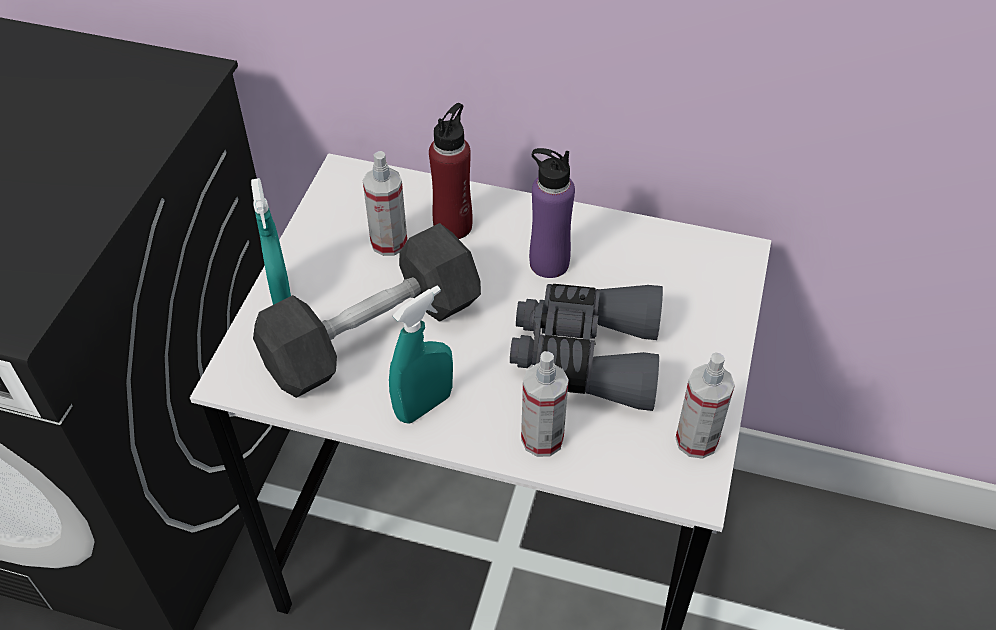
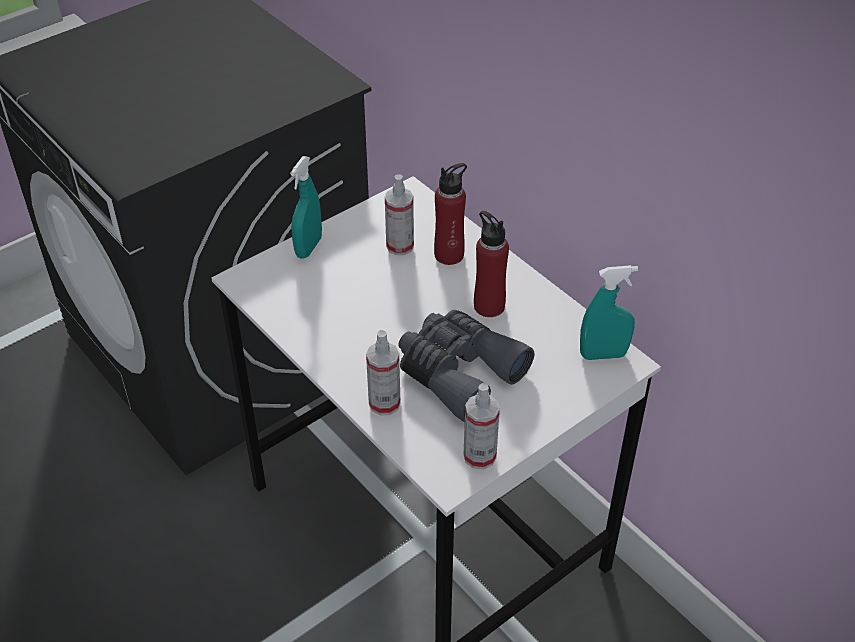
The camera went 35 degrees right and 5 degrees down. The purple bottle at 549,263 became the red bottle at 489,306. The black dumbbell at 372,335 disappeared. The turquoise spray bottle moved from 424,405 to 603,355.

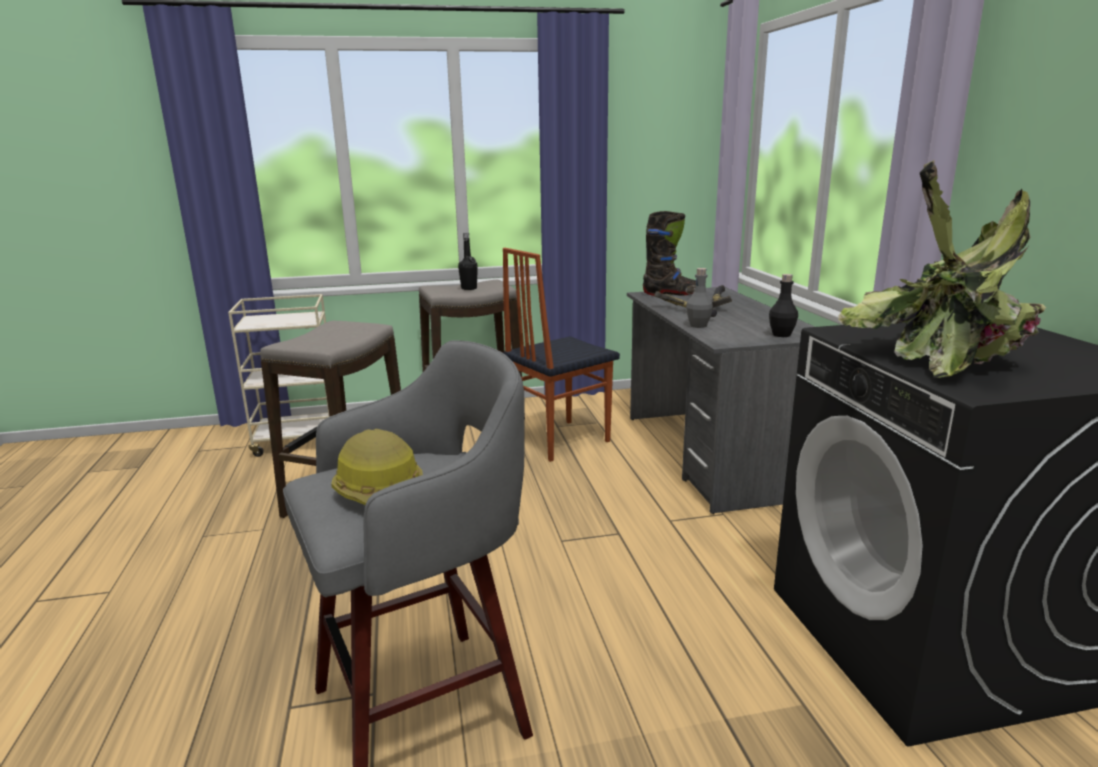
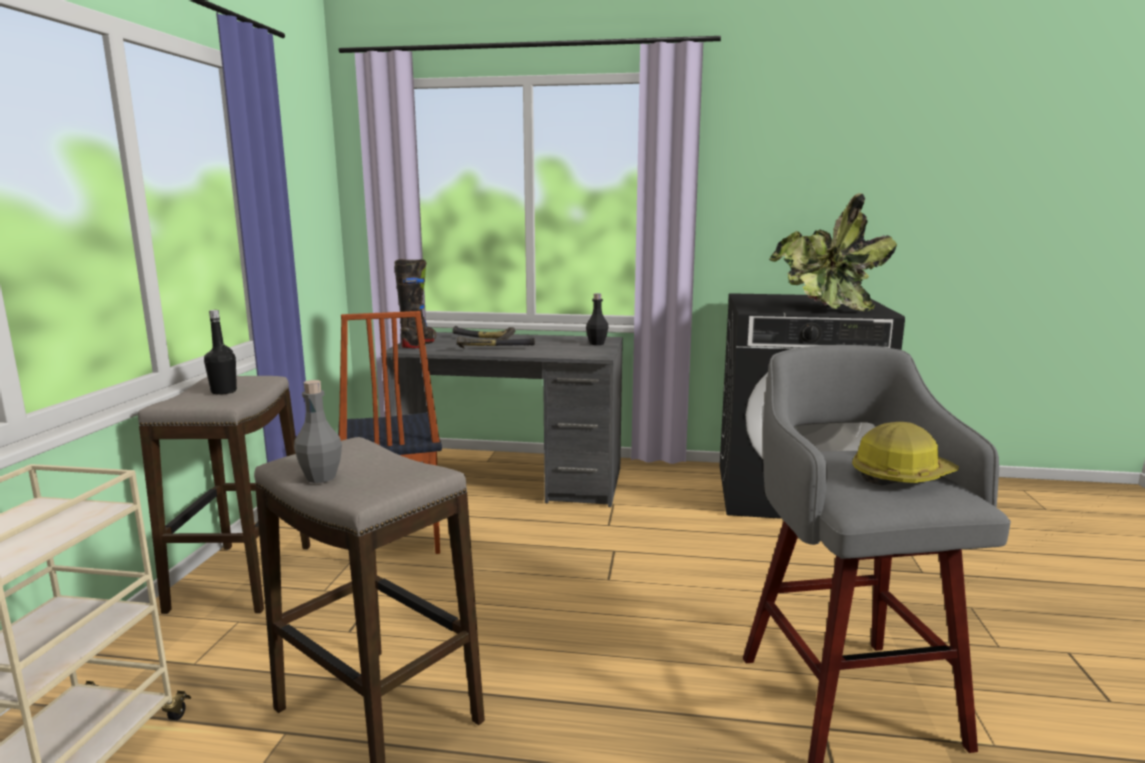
The camera went 70 degrees left and 5 degrees down. The grey bottle moved from 698,325 to 321,477.

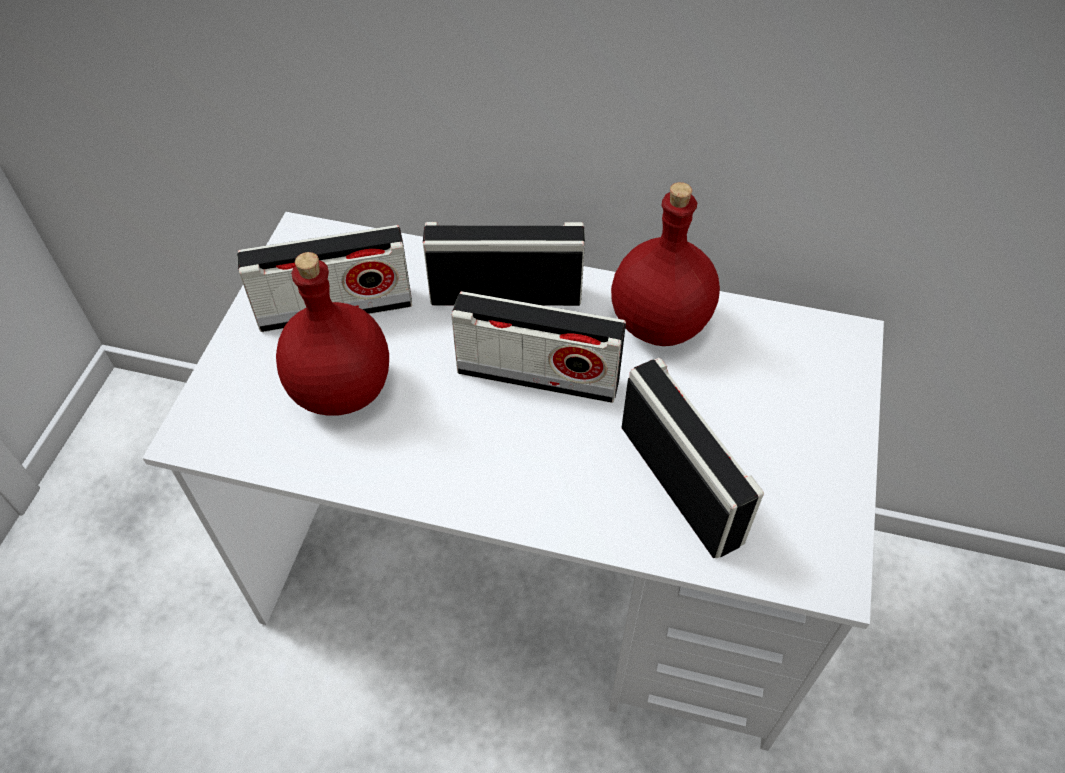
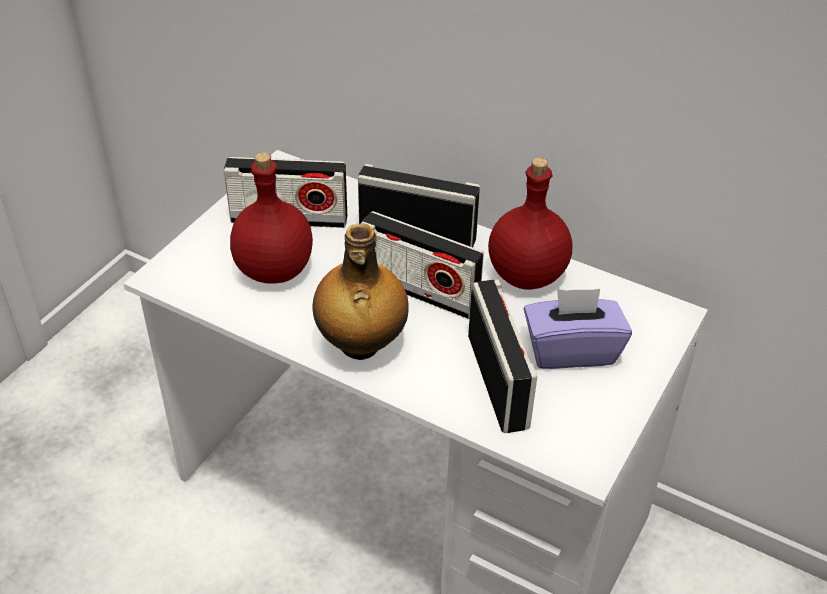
The camera went 15 degrees right and 10 degrees down. The bottle at 360,345 appeared. The purple tissue box at 571,350 appeared.

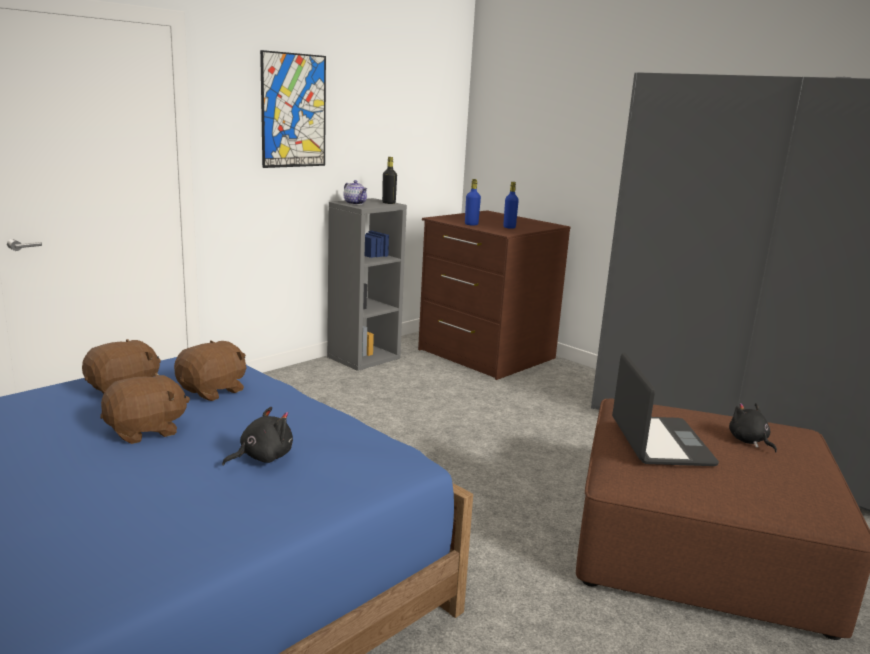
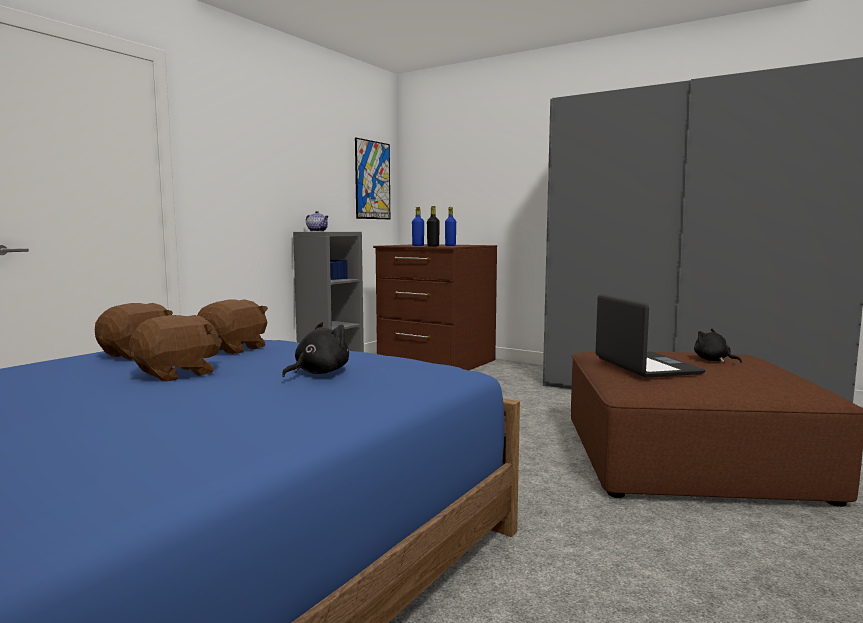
The camera went 10 degrees left and 10 degrees down. The picture moved from 293,111 to 372,180. The black bottle moved from 388,203 to 433,246.

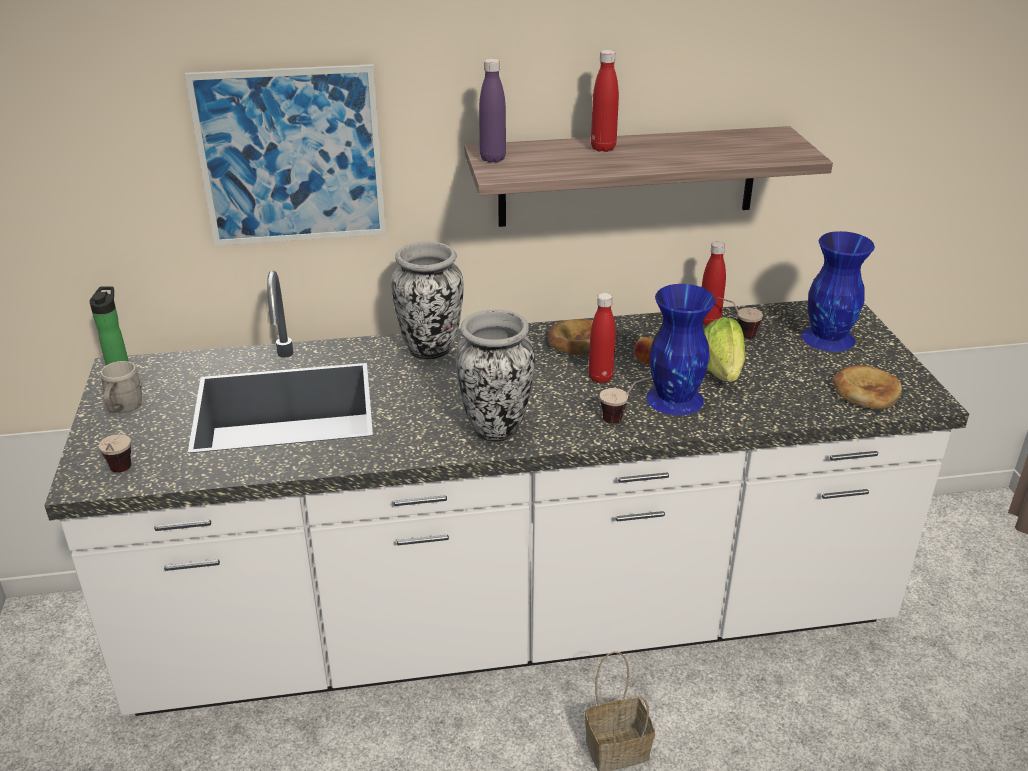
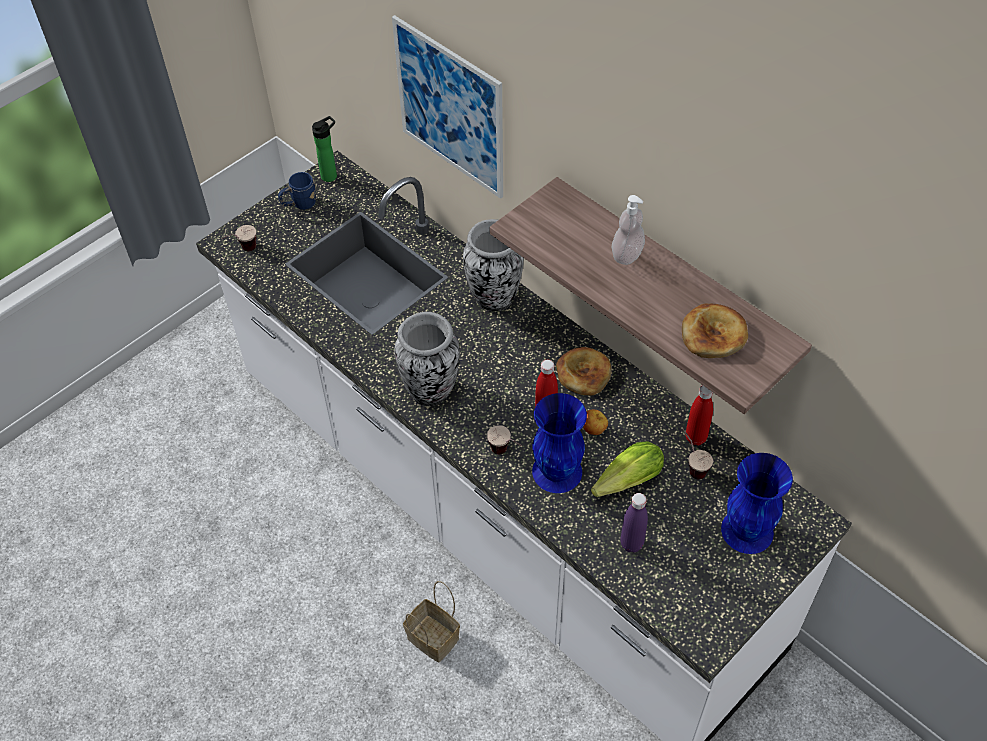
The camera went 55 degrees right and 20 degrees up. The red bottle at 603,148 was replaced by the soap dispenser at 627,254. The purple bottle moved from 492,159 to 631,544. The grey mug at 123,409 became the blue mug at 299,204. The bread moved from 865,391 to 713,334.

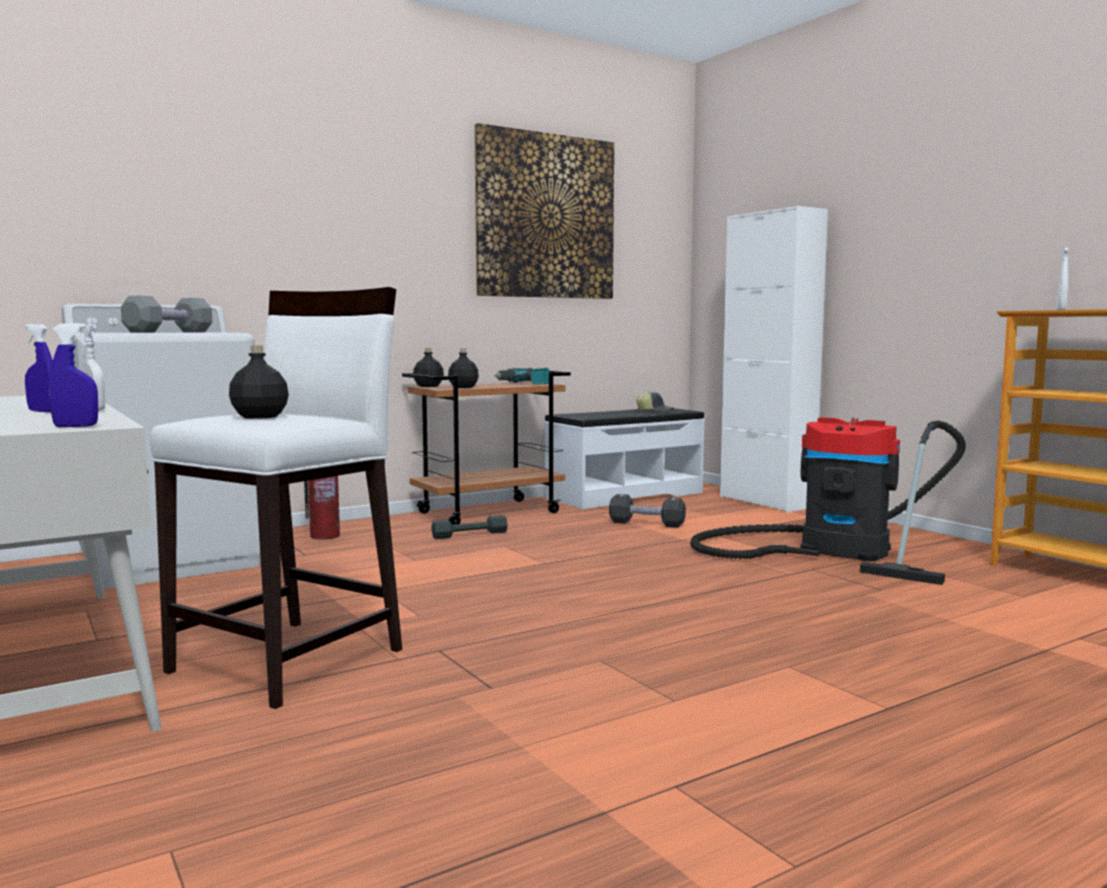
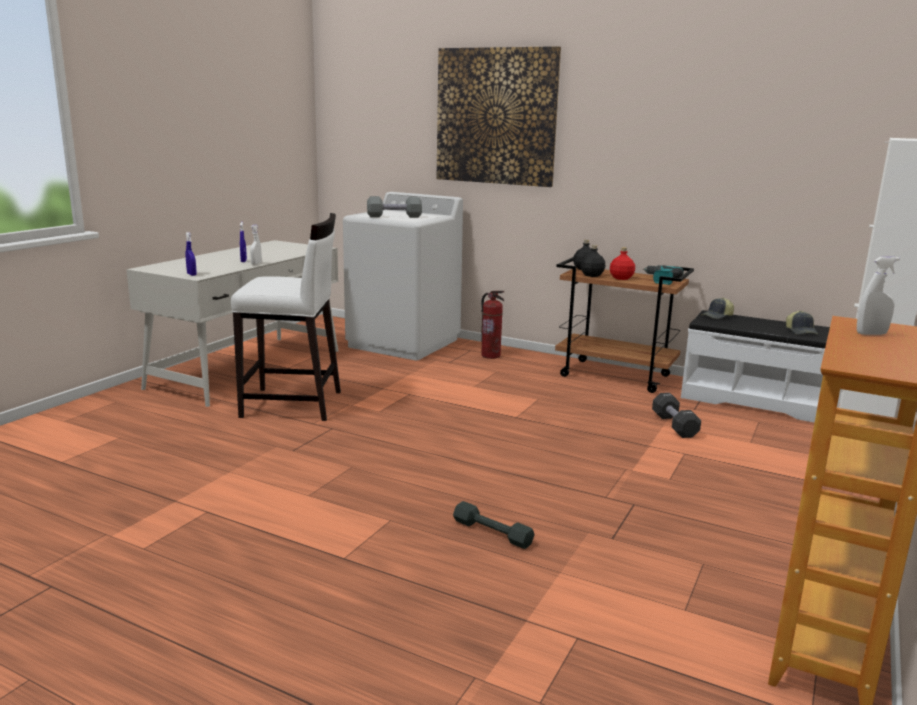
The camera went 60 degrees right and 10 degrees up. The picture moved from 545,216 to 496,116. The black bottle at 259,417 disappeared. The vacuum cleaner at 833,550 disappeared. The grey dumbbell moved from 469,534 to 492,532. The red bottle at 621,278 appeared. The cap at 717,316 appeared.

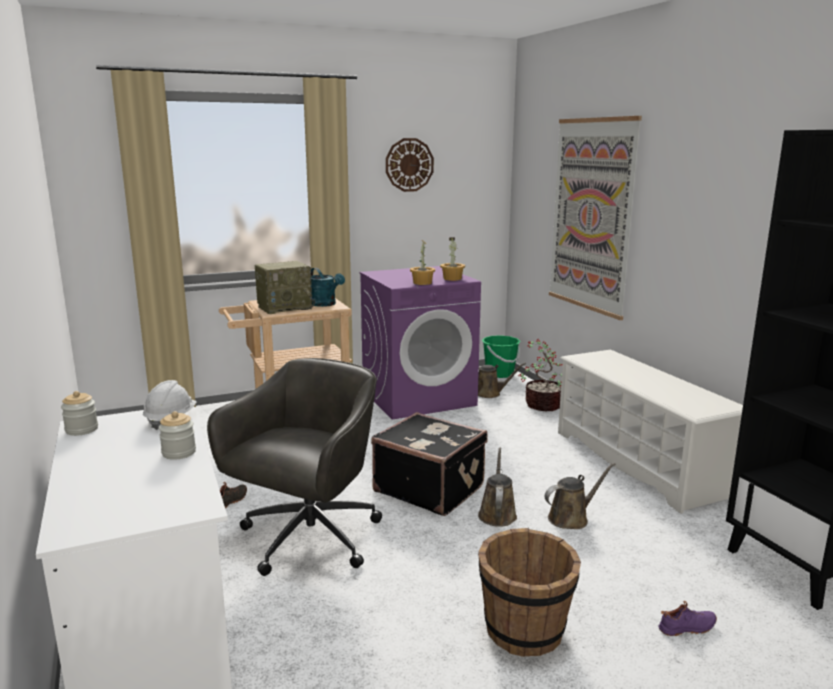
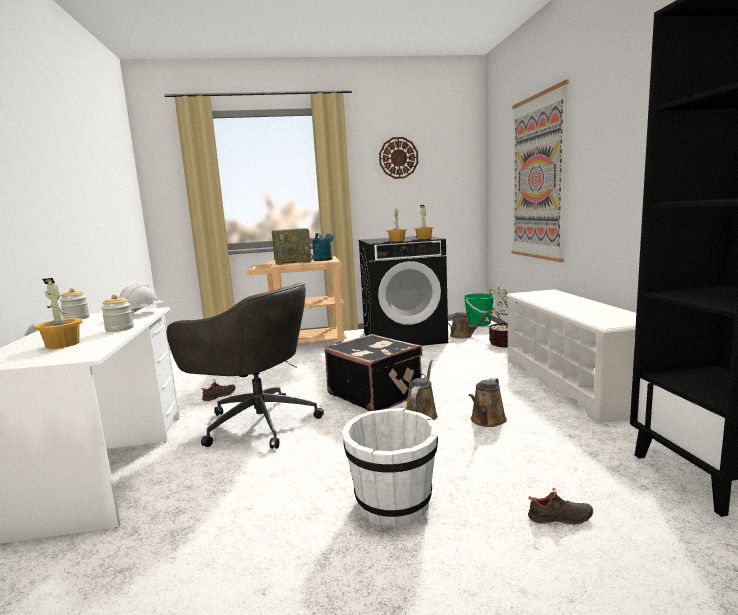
The camera went 15 degrees right and 5 degrees down. The purple washing machine at 419,397 became the black washing machine at 404,337. The grey office chair at 307,539 turned 75 degrees clockwise. The brown watering can at 571,518 turned 135 degrees clockwise. The brown bucket at 524,631 became the white bucket at 393,504. The purple shoe at 687,628 became the black shoe at 560,519. The potted plant at 62,344 appeared.

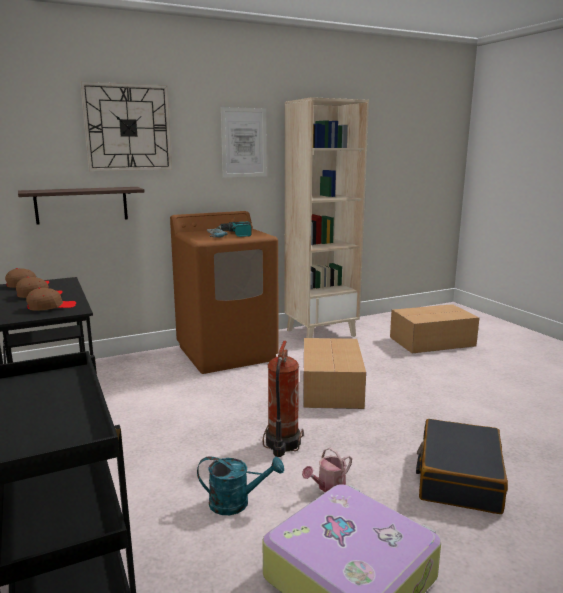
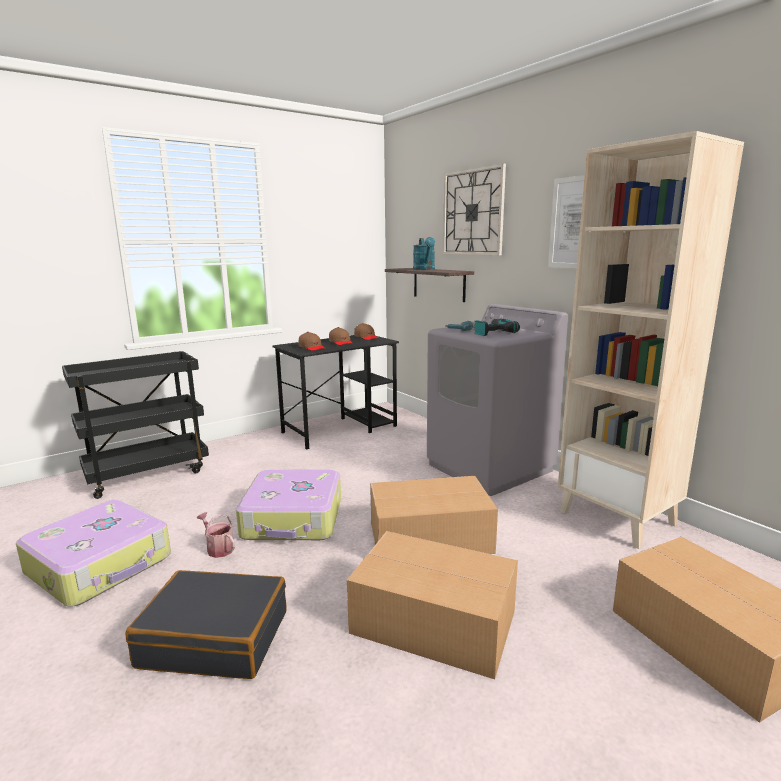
The camera went 80 degrees right and 0 degrees up. The brown washing machine at 227,353 became the grey washing machine at 490,467. The fire extinguisher at 281,444 was replaced by the suitcase at 294,519. The turquoise watering can moved from 237,503 to 425,269. The cardboard box at 435,623 appeared.

